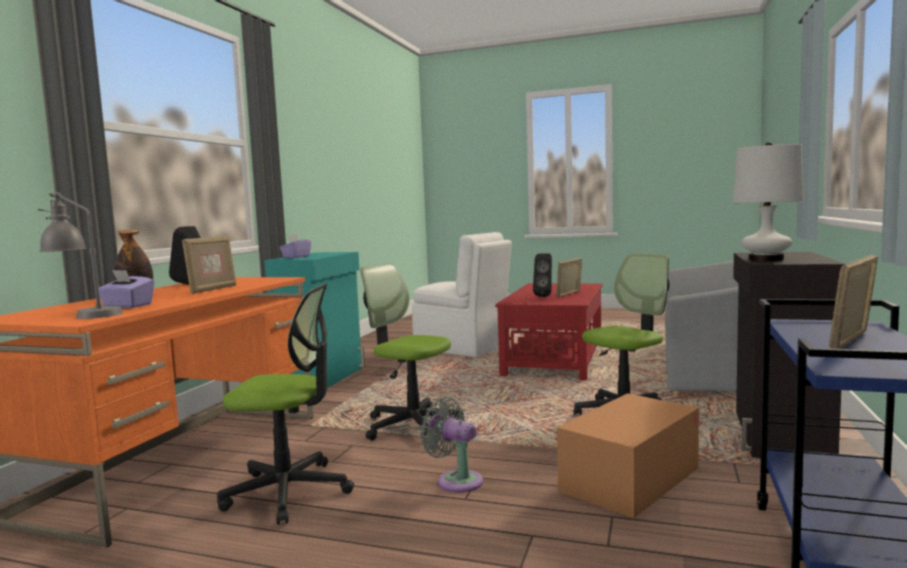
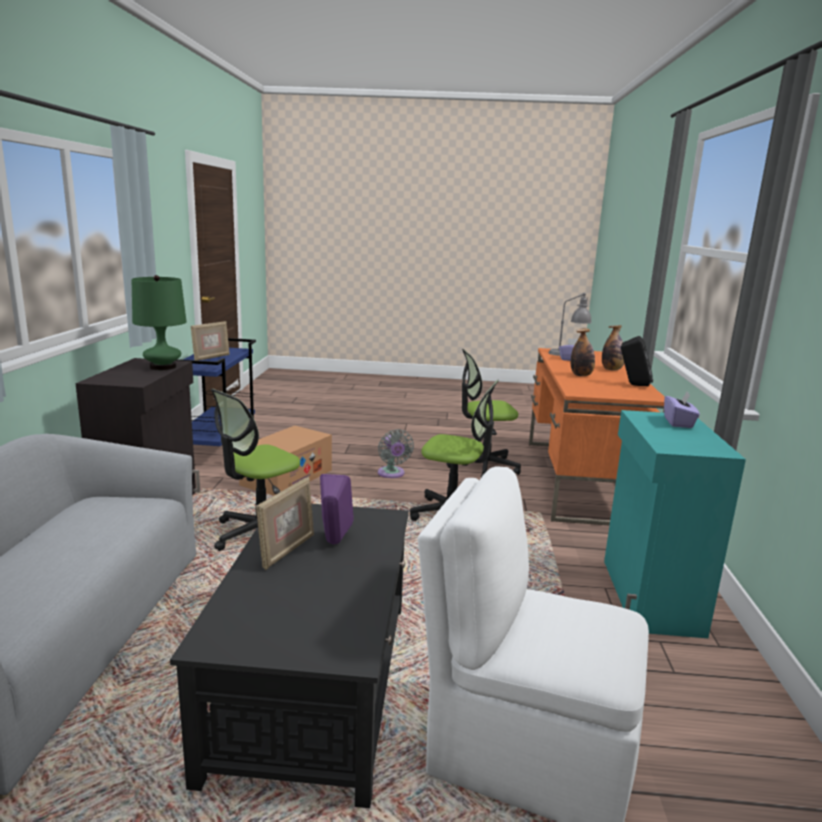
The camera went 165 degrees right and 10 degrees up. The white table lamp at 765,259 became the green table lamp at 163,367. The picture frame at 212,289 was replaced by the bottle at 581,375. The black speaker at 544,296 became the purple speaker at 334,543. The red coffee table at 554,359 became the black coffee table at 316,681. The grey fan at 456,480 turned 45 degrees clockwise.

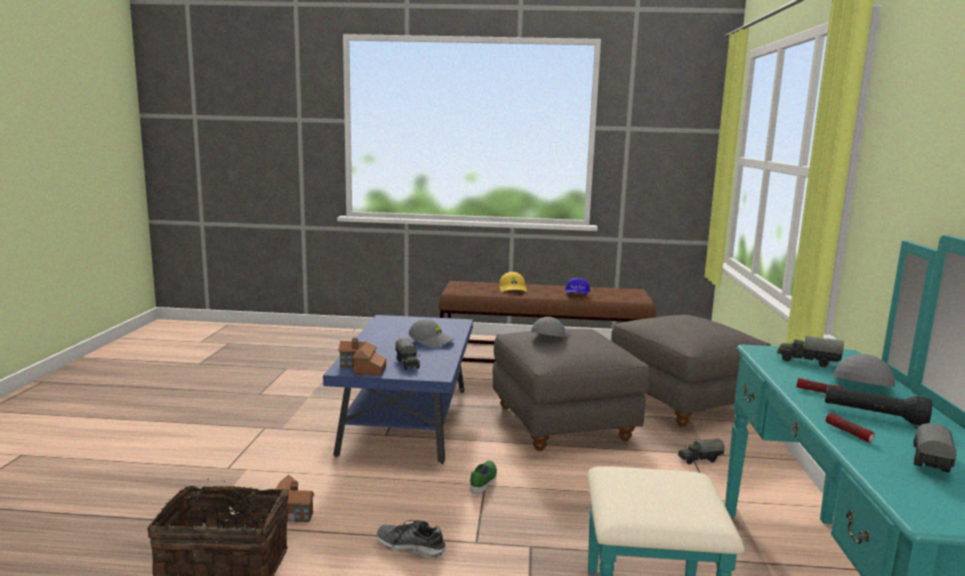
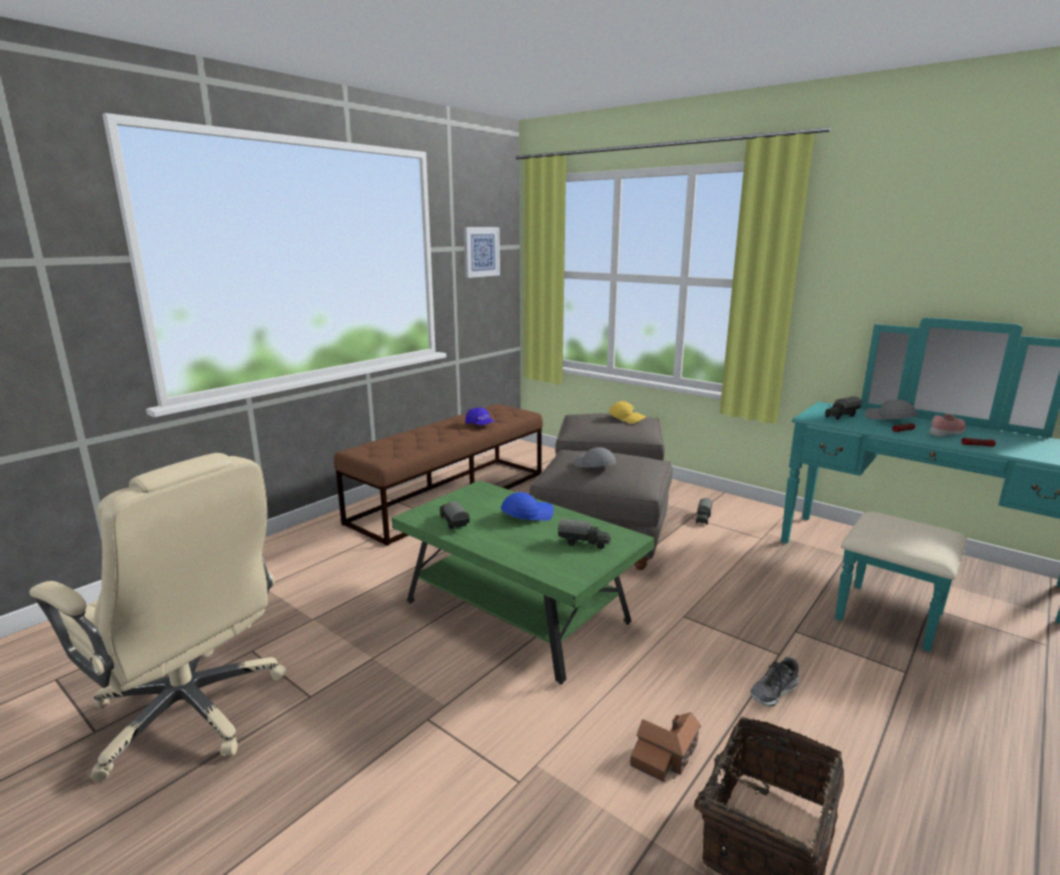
The camera went 55 degrees left and 5 degrees up. The yellow cap moved from 513,289 to 627,419. The blue coffee table at 407,421 became the green coffee table at 517,613. The grey cap at 431,341 became the blue cap at 527,515. The toy house at 362,368 disappeared. The black flashlight at 873,416 was replaced by the pink shoe at 947,433. The toy truck moved from 930,460 to 453,522. The green shoe at 483,483 disappeared. The picture at 481,252 appeared. The beige office chair at 190,712 appeared.

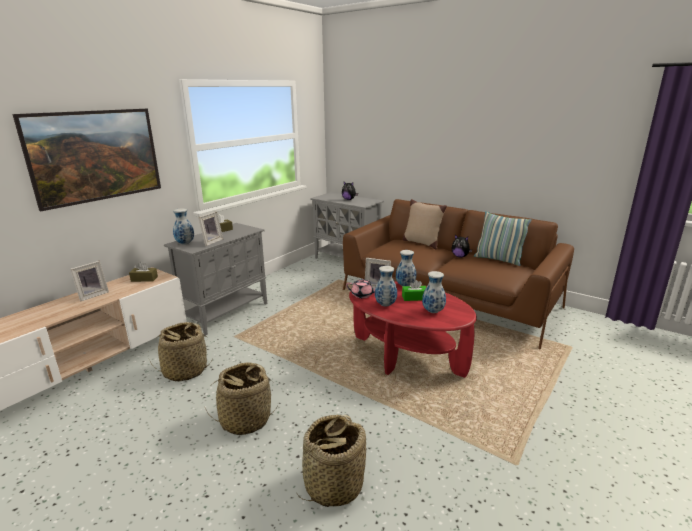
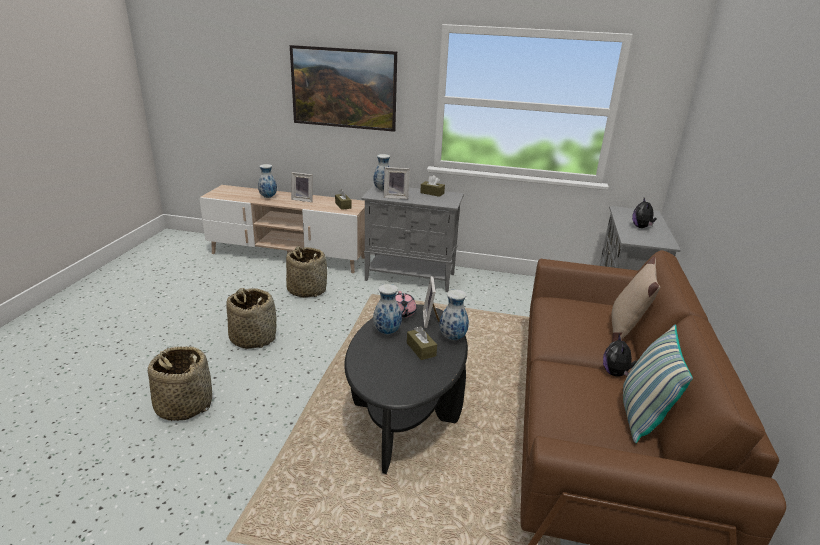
The camera went 65 degrees right and 5 degrees up. The vase moved from 433,311 to 268,197. The green tissue box at 414,297 became the brown tissue box at 421,349. The red coffee table at 406,356 became the black coffee table at 405,414.

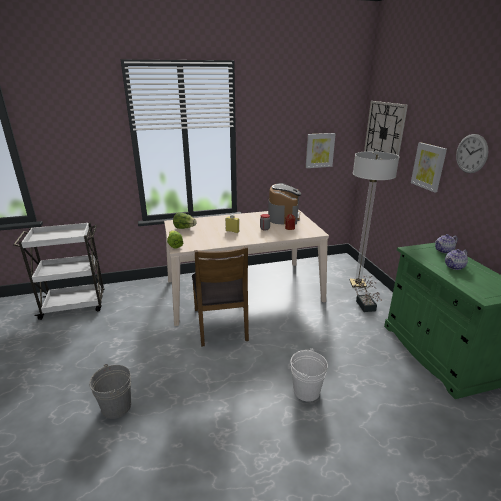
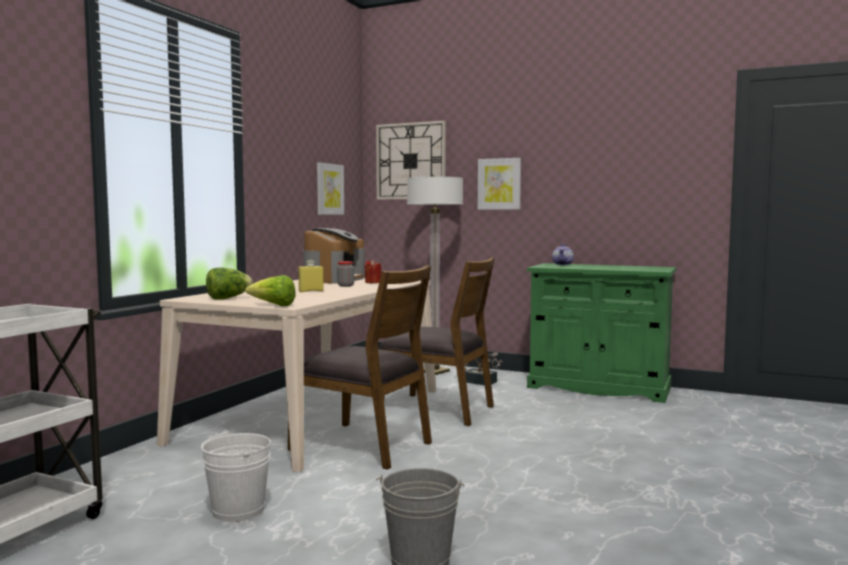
The camera went 50 degrees left and 20 degrees down. The wall clock at 471,153 disappeared. The coffee machine at 284,216 turned 60 degrees clockwise. The teapot at 454,267 disappeared. The white bucket moved from 306,390 to 238,510. The brown chair at 438,410 appeared.

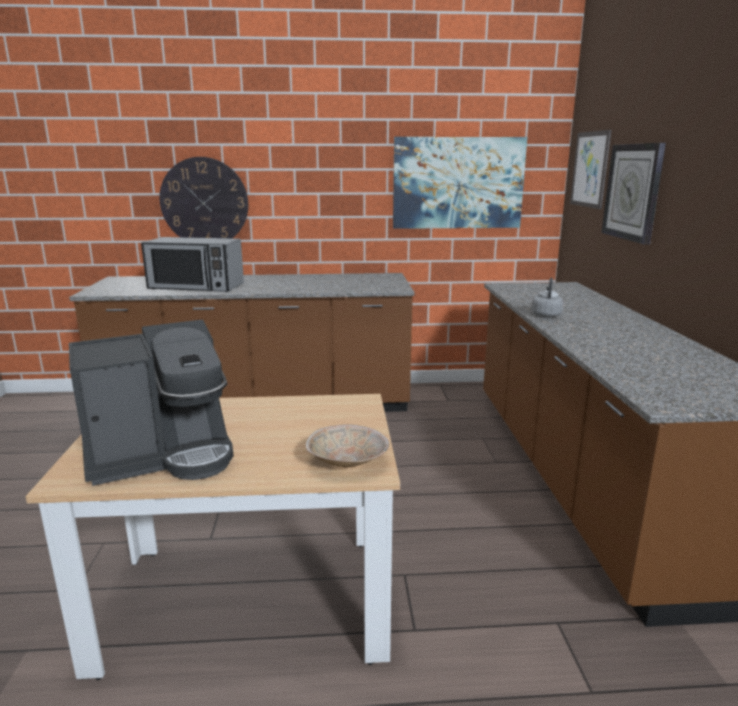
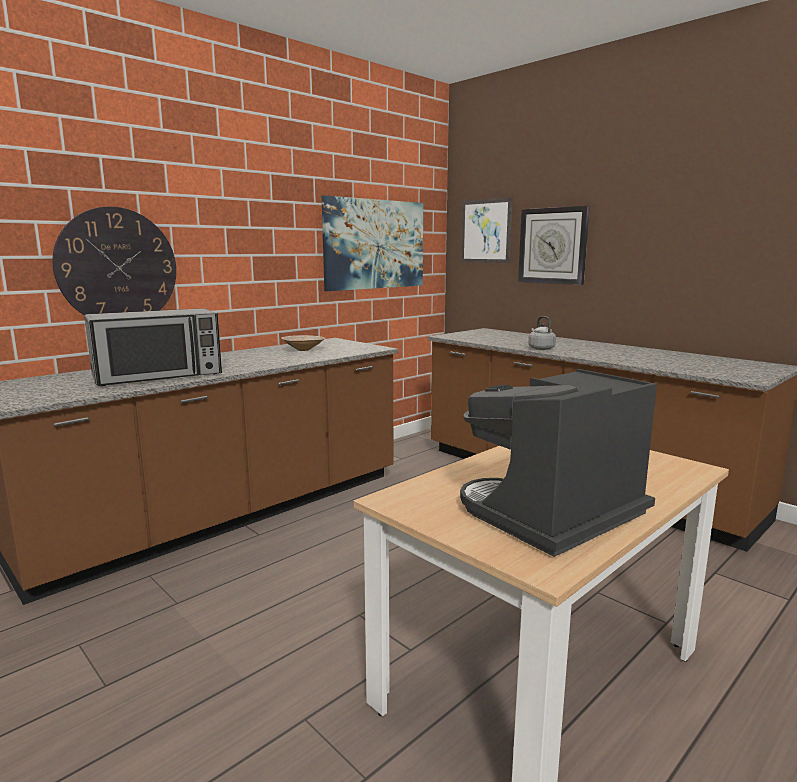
The camera went 40 degrees left and 5 degrees down. The coffee machine at 163,454 turned 150 degrees counterclockwise. The beige bowl moved from 348,462 to 304,350.

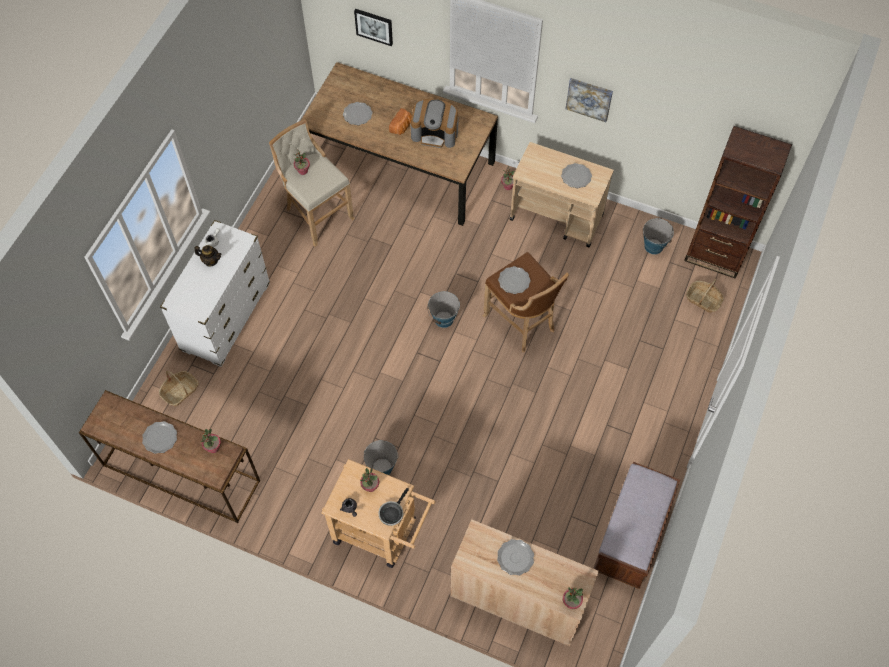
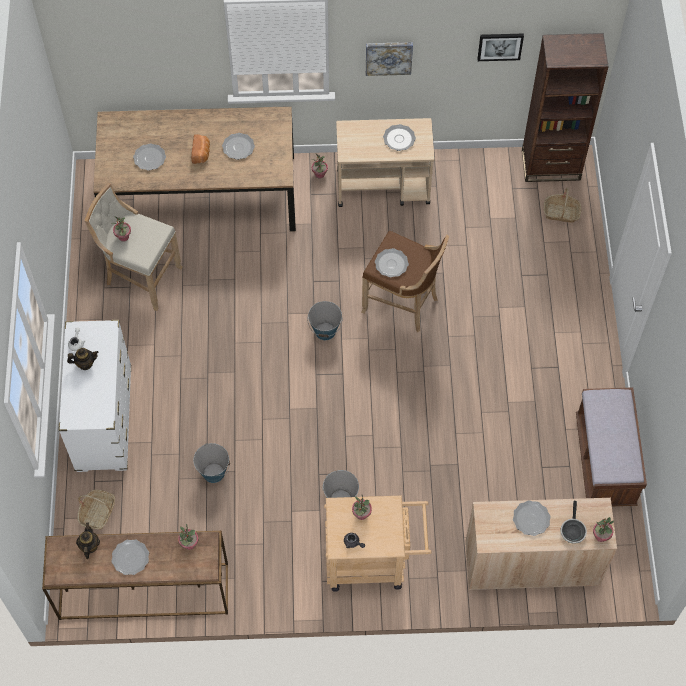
The camera went 25 degrees left and 0 degrees up. The picture moved from 374,26 to 500,46. The coffee machine at 435,133 was replaced by the plate at 238,147. The bucket moved from 653,246 to 213,472. The frying pan moved from 392,512 to 572,530. The teapot at 89,546 appeared.

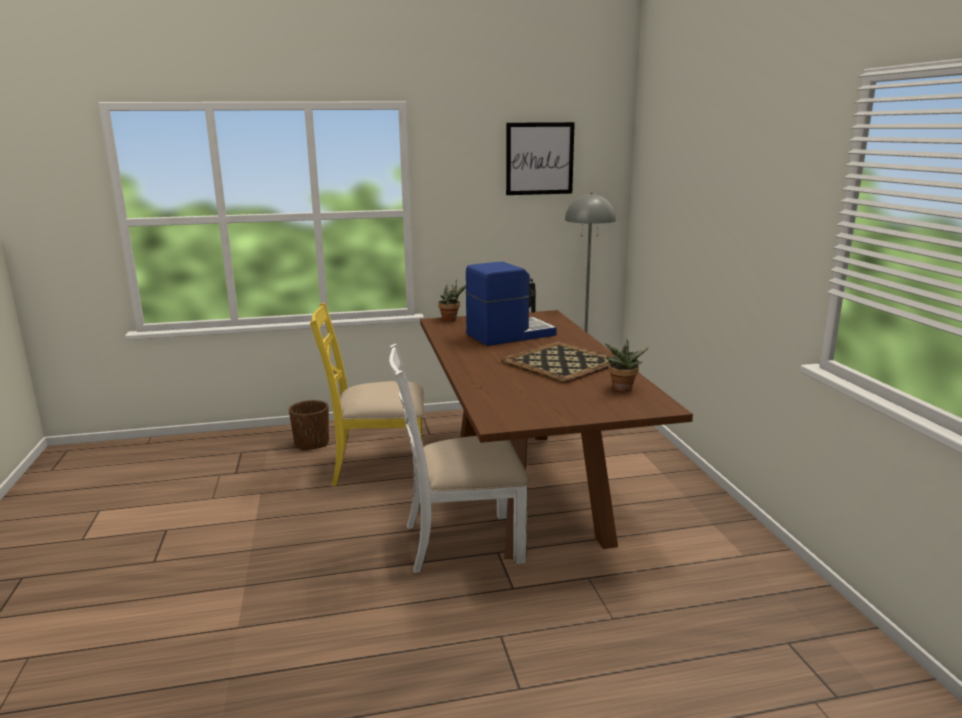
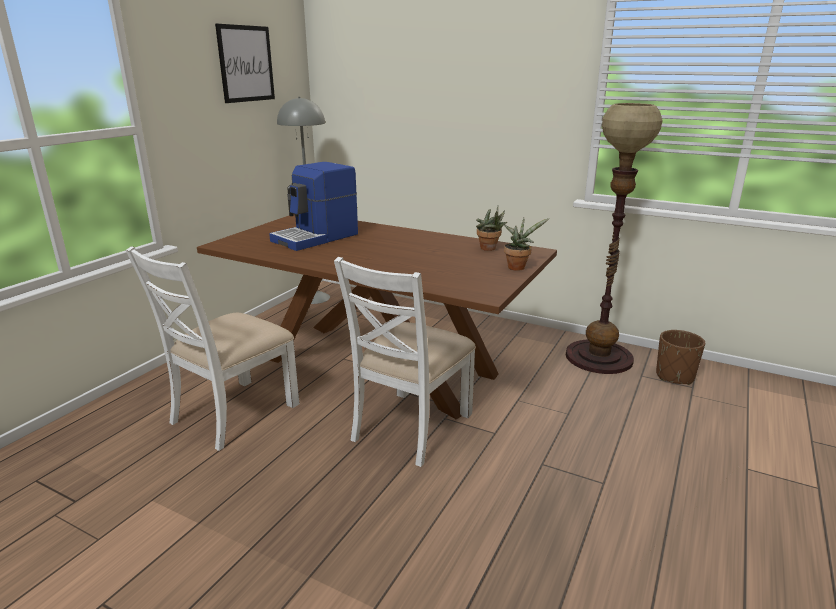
The camera went 50 degrees left and 5 degrees up. The coffee machine at 509,335 turned 150 degrees counterclockwise. The potted plant moved from 451,319 to 518,267. The yellow chair at 377,467 became the white chair at 233,413. The tray at 561,363 disappeared. The brown planter moved from 312,443 to 675,376. The floor lamp at 598,357 appeared.

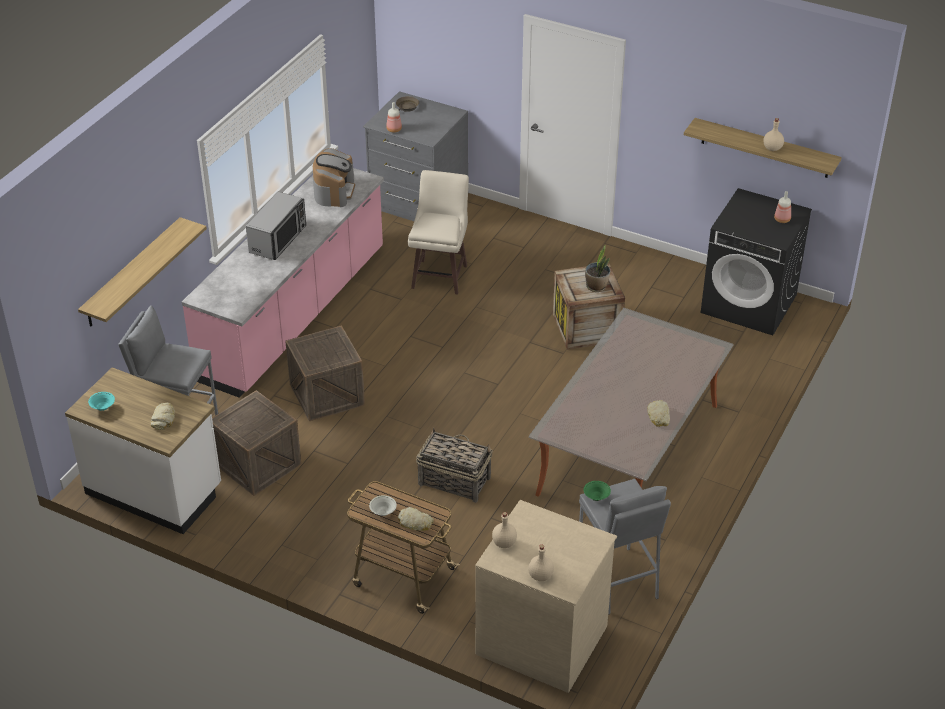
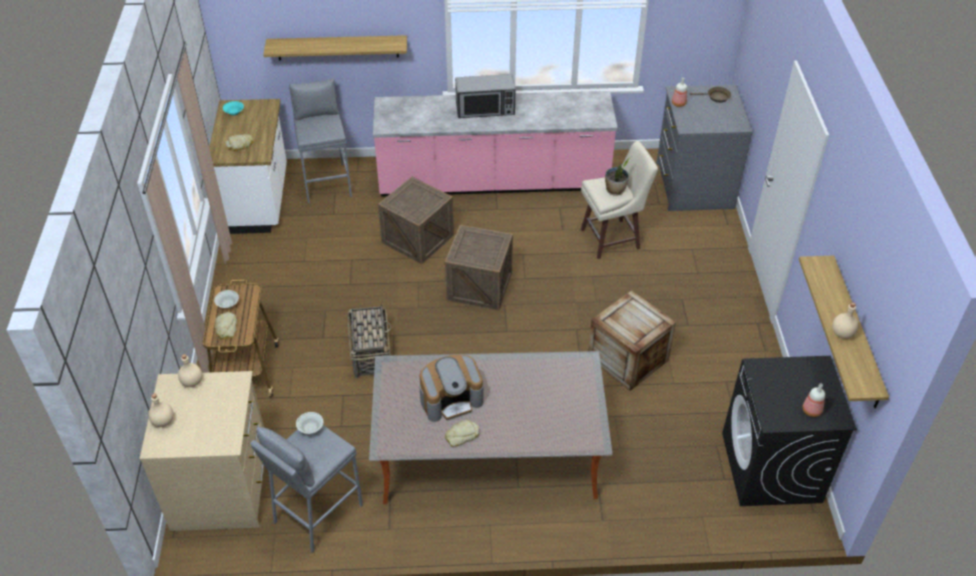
The camera went 60 degrees right and 5 degrees up. The coffee machine moved from 334,191 to 451,399. The potted plant moved from 596,286 to 615,190. The crate moved from 258,464 to 479,286. The green bowl at 596,497 became the white bowl at 310,429.

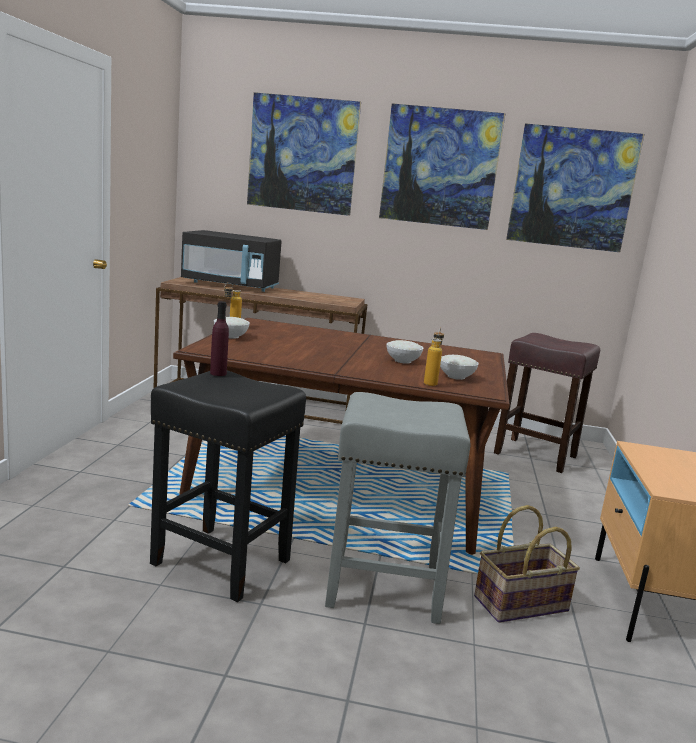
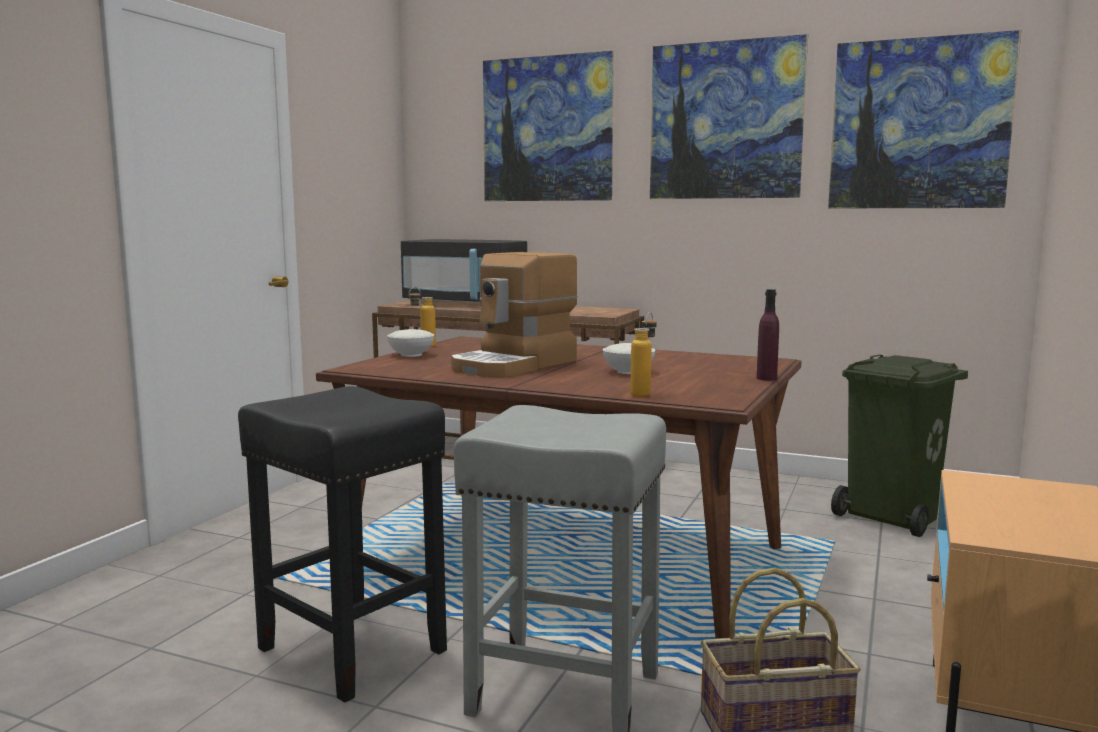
The camera went 15 degrees right and 5 degrees down. The purple bottle moved from 218,373 to 766,378. The brown stool at 537,455 was replaced by the green trash can at 893,517. The white bowl at 456,377 disappeared. The coffee machine at 515,365 appeared.

